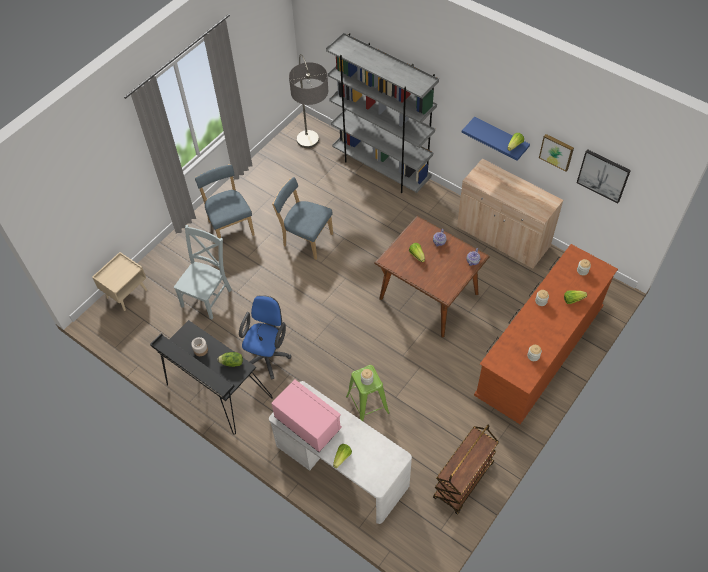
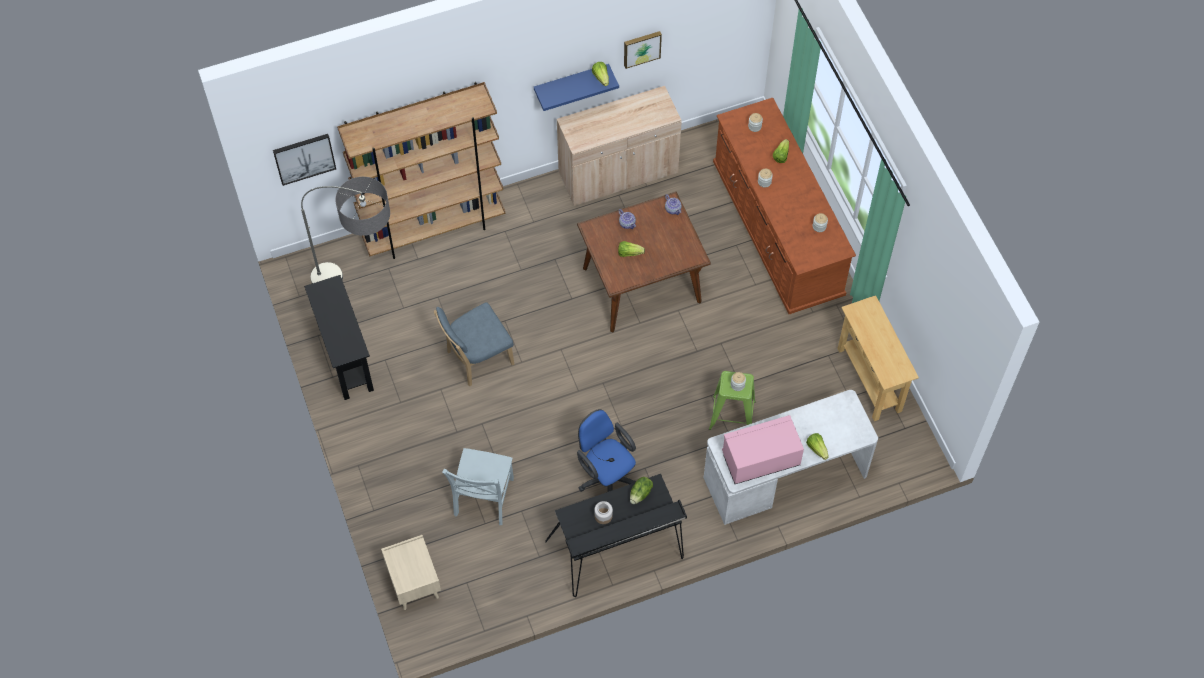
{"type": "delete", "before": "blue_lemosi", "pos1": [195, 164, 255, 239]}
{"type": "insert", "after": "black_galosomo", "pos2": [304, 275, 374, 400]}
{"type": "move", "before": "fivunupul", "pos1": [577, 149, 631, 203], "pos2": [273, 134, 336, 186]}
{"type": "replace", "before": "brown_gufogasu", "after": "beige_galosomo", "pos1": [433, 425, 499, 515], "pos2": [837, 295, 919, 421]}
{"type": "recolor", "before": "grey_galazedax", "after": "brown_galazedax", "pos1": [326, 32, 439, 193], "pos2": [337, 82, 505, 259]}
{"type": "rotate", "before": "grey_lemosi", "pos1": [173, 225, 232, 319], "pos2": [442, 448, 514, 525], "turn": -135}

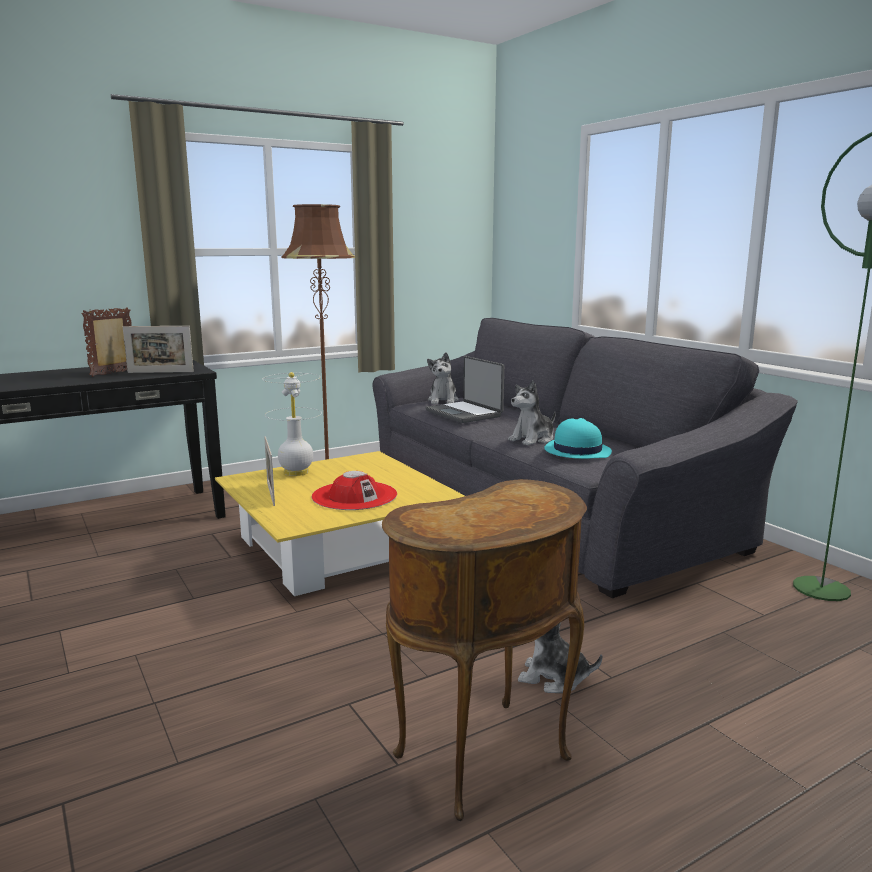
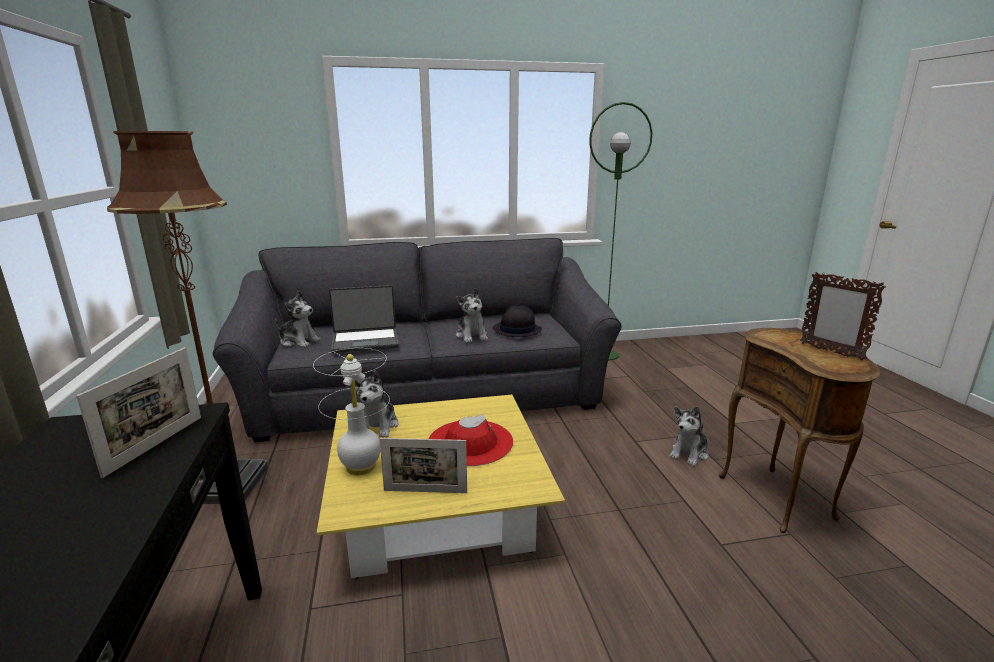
{"type": "insert", "after": "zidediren", "pos2": [355, 370, 398, 438]}
{"type": "move", "before": "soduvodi", "pos1": [81, 307, 132, 377], "pos2": [800, 272, 886, 361]}
{"type": "recolor", "before": "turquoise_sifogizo", "after": "black_sifogizo", "pos1": [544, 418, 612, 459], "pos2": [492, 305, 542, 337]}

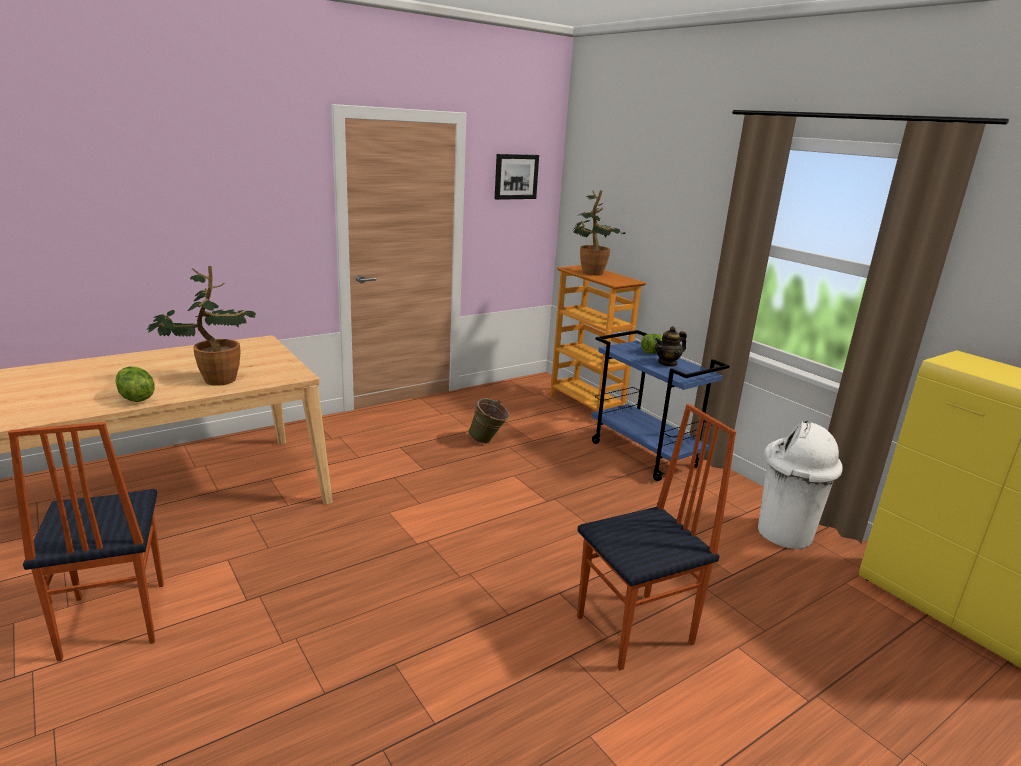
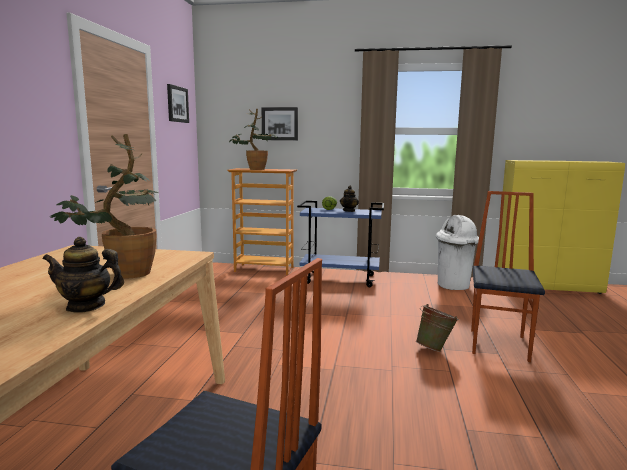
{"type": "insert", "after": "fivunupul", "pos2": [262, 107, 298, 140]}
{"type": "move", "before": "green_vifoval", "pos1": [468, 398, 509, 444], "pos2": [416, 304, 459, 352]}
{"type": "replace", "before": "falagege", "after": "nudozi", "pos1": [116, 366, 155, 402], "pos2": [42, 237, 124, 313]}

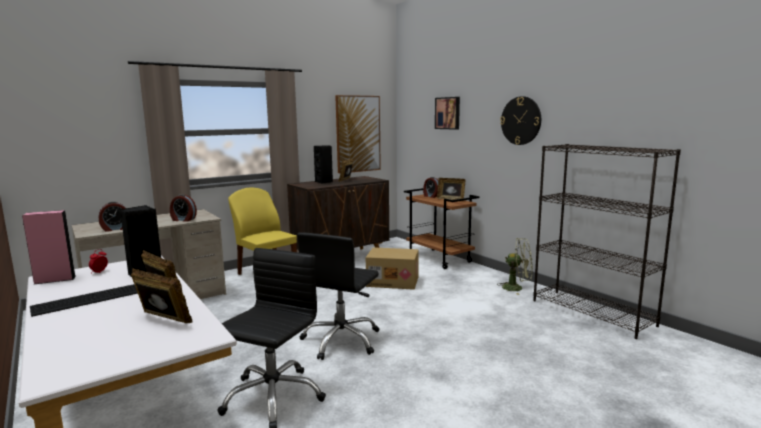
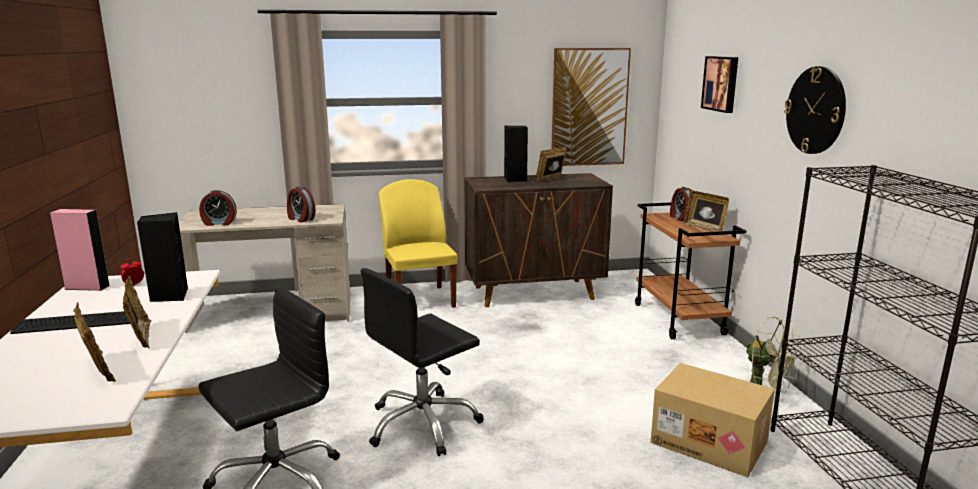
{"type": "move", "before": "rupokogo", "pos1": [366, 247, 419, 290], "pos2": [651, 363, 775, 477]}

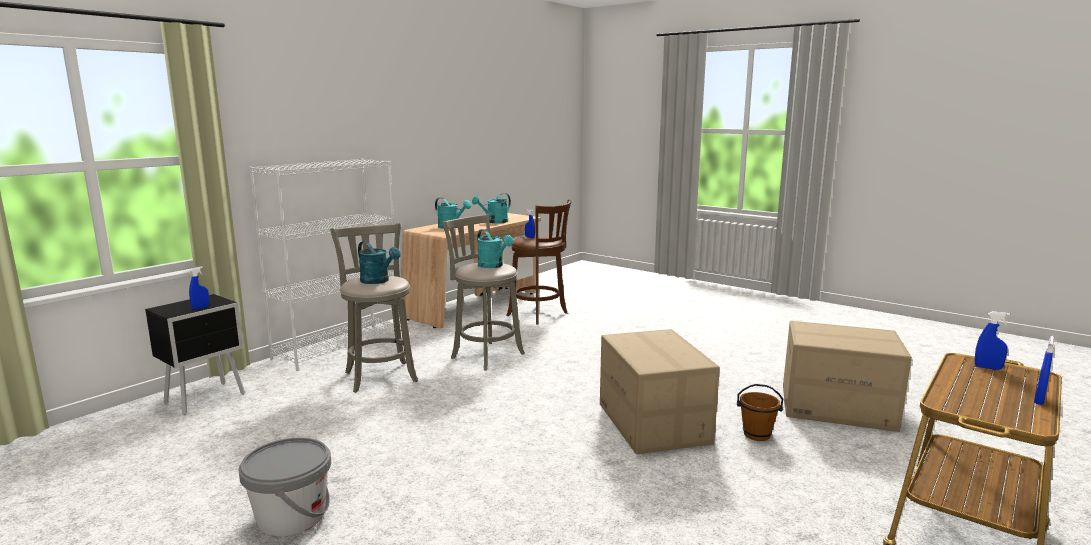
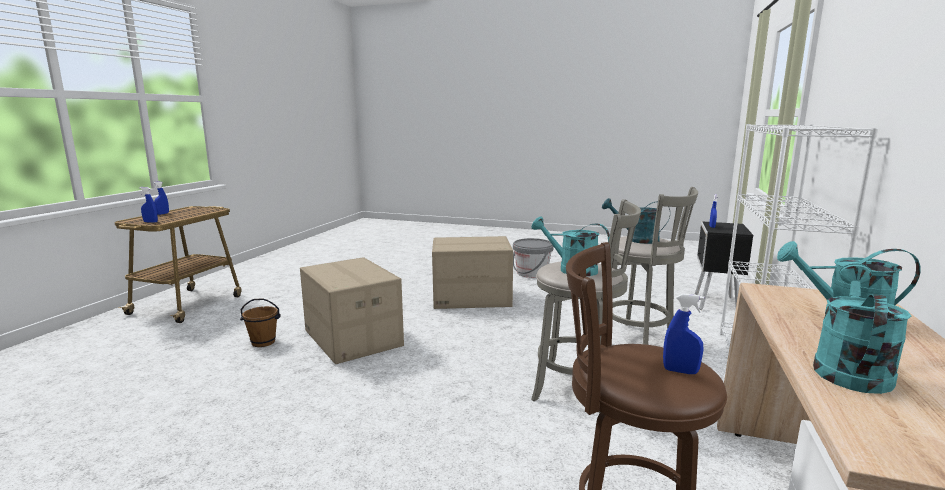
{"type": "move", "before": "rupokogo", "pos1": [783, 321, 912, 432], "pos2": [432, 236, 513, 309]}

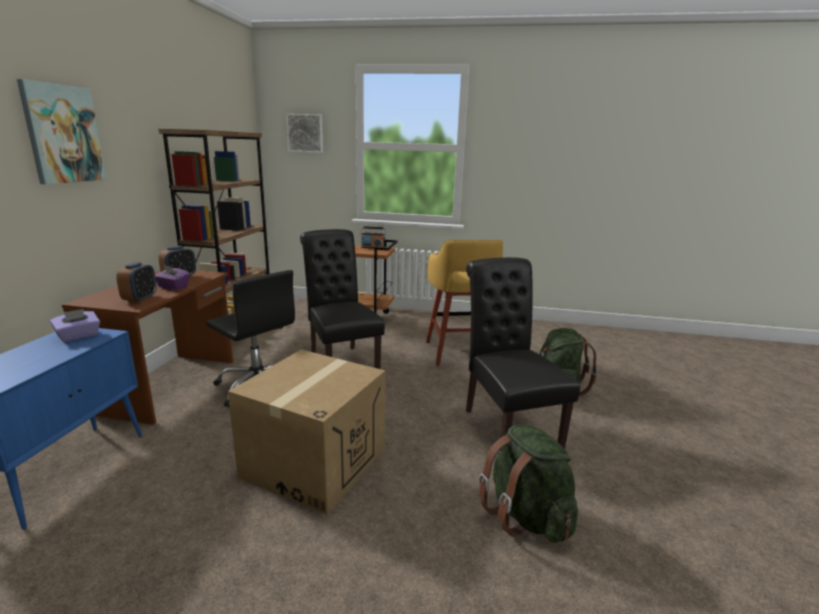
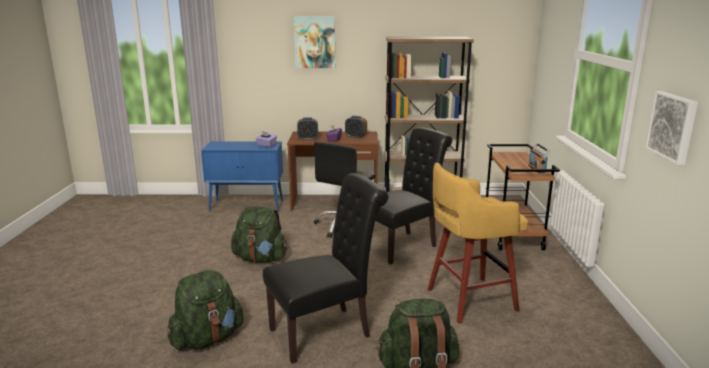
{"type": "move", "before": "fivunupul", "pos1": [286, 114, 323, 153], "pos2": [645, 91, 698, 165]}
{"type": "replace", "before": "rupokogo", "after": "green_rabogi", "pos1": [228, 349, 385, 515], "pos2": [231, 206, 287, 263]}

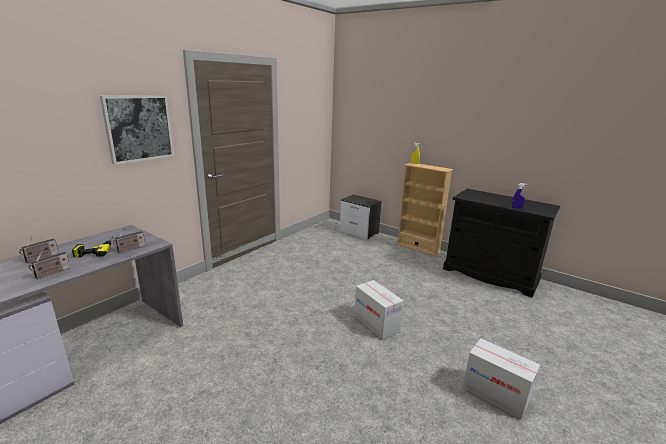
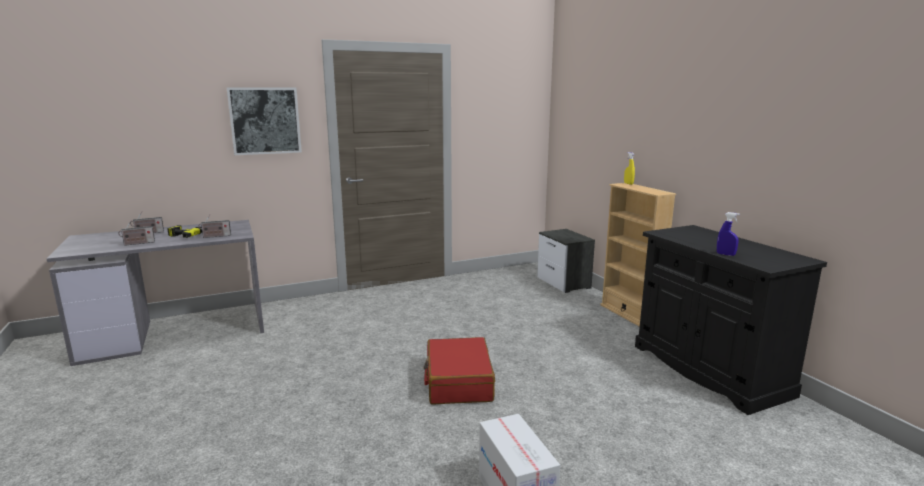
{"type": "replace", "before": "rupokogo", "after": "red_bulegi", "pos1": [354, 280, 404, 339], "pos2": [424, 337, 495, 404]}

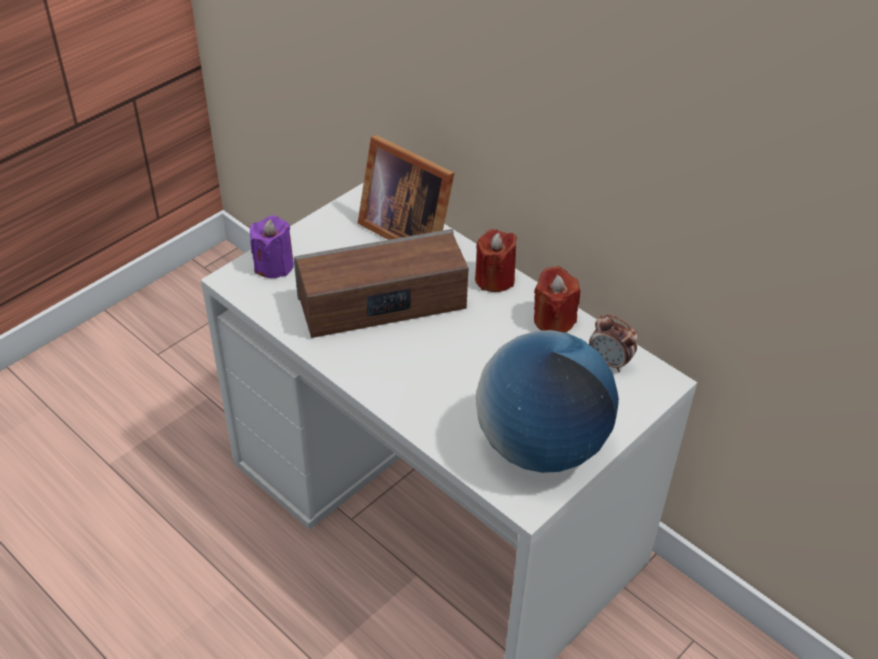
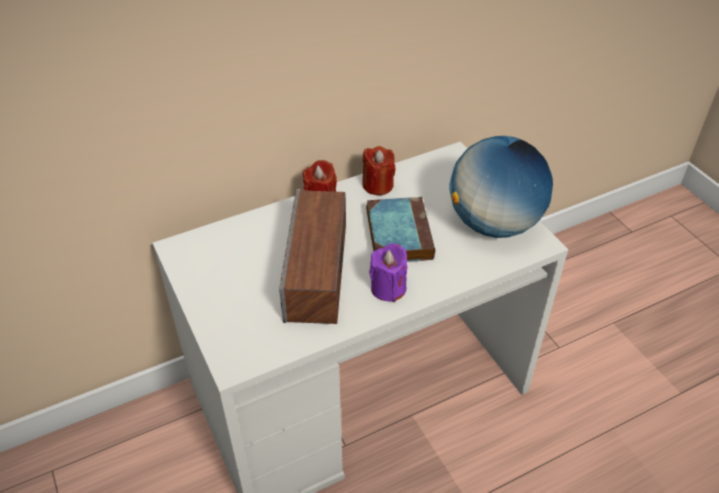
{"type": "delete", "before": "soduvodi", "pos1": [358, 135, 455, 240]}
{"type": "delete", "before": "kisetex", "pos1": [589, 314, 638, 372]}
{"type": "insert", "after": "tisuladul", "pos2": [366, 197, 435, 262]}
{"type": "move", "before": "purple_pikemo", "pos1": [250, 215, 294, 278], "pos2": [369, 243, 408, 302]}

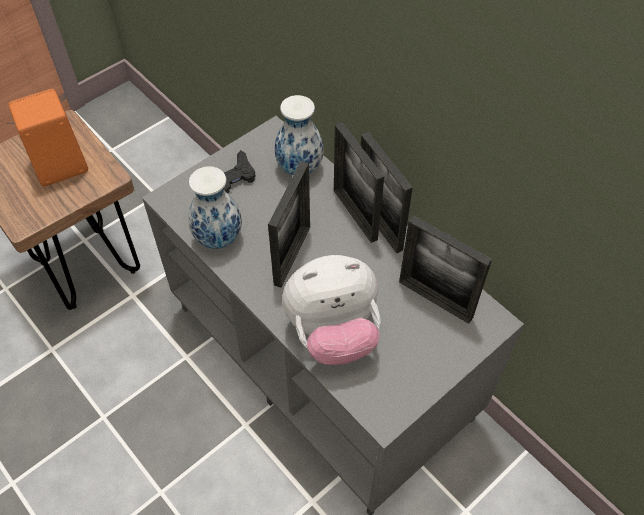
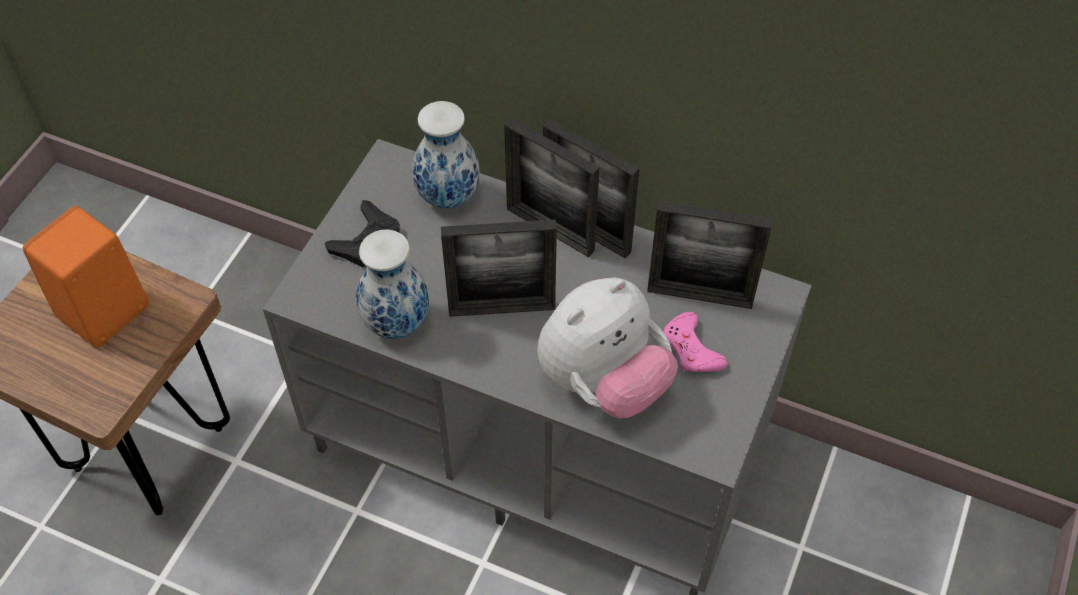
{"type": "insert", "after": "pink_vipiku", "pos2": [663, 312, 728, 372]}
{"type": "rotate", "before": "soduvodi", "pos1": [268, 161, 310, 287], "pos2": [441, 220, 557, 317], "turn": 90}

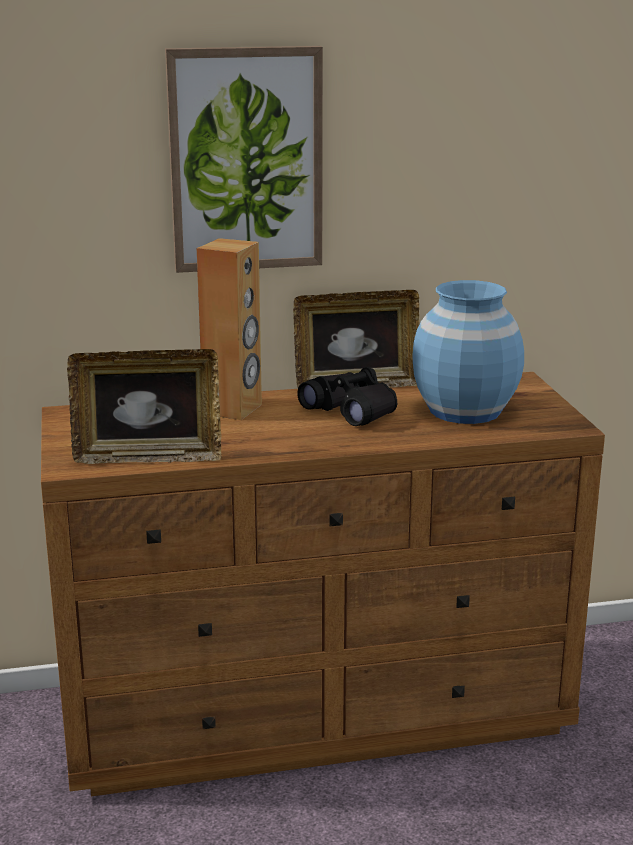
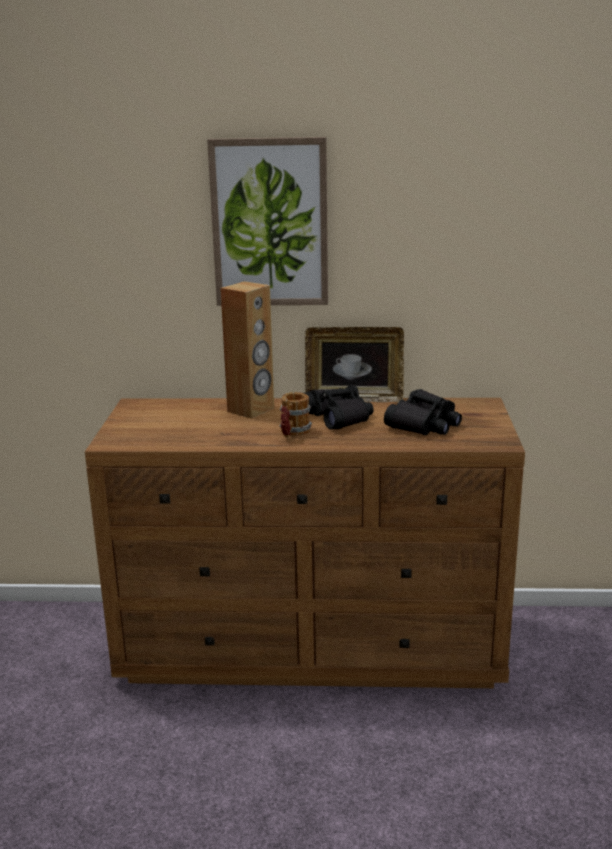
{"type": "delete", "before": "soduvodi", "pos1": [67, 349, 222, 464]}
{"type": "insert", "after": "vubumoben", "pos2": [280, 392, 312, 438]}
{"type": "replace", "before": "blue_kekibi", "after": "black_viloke", "pos1": [413, 280, 524, 424], "pos2": [384, 389, 462, 435]}

